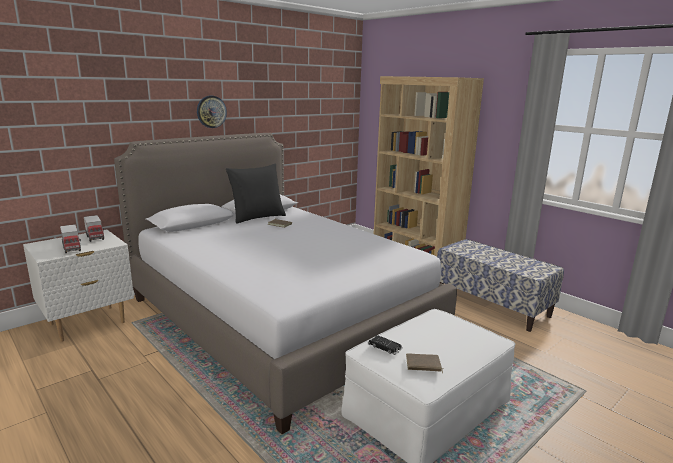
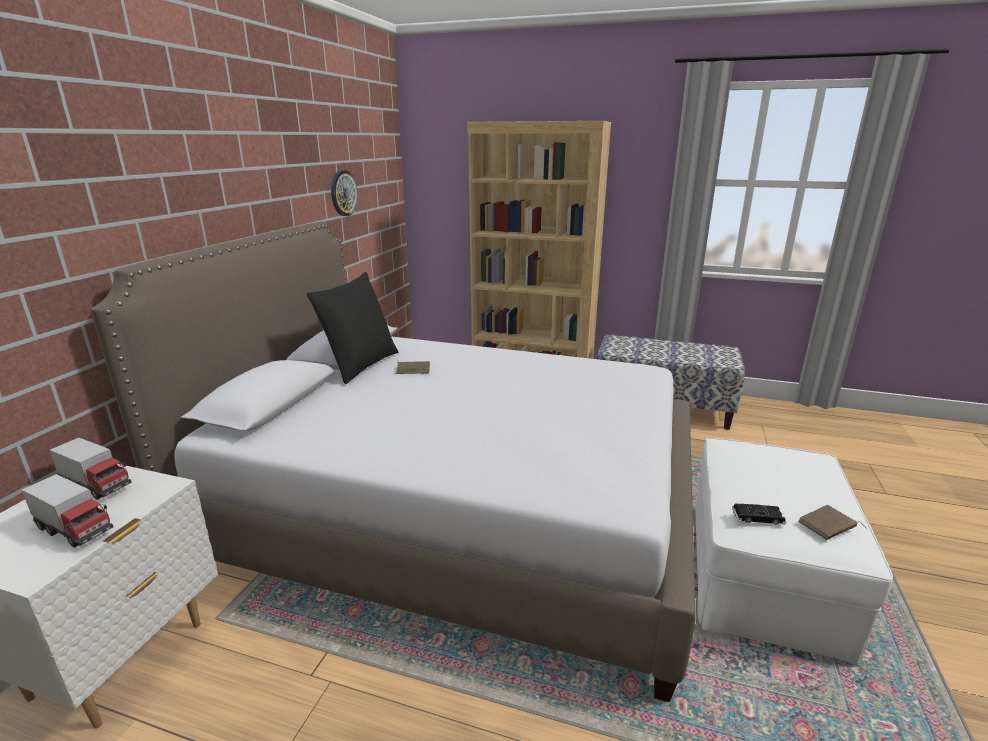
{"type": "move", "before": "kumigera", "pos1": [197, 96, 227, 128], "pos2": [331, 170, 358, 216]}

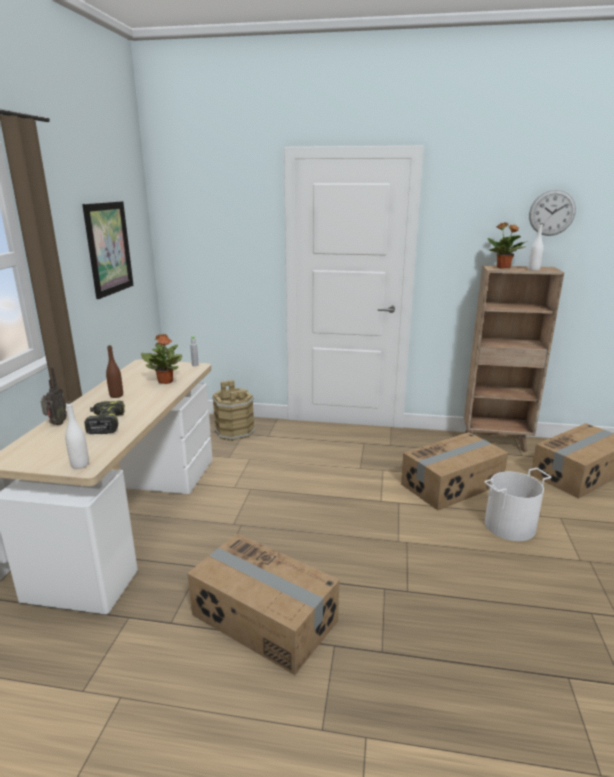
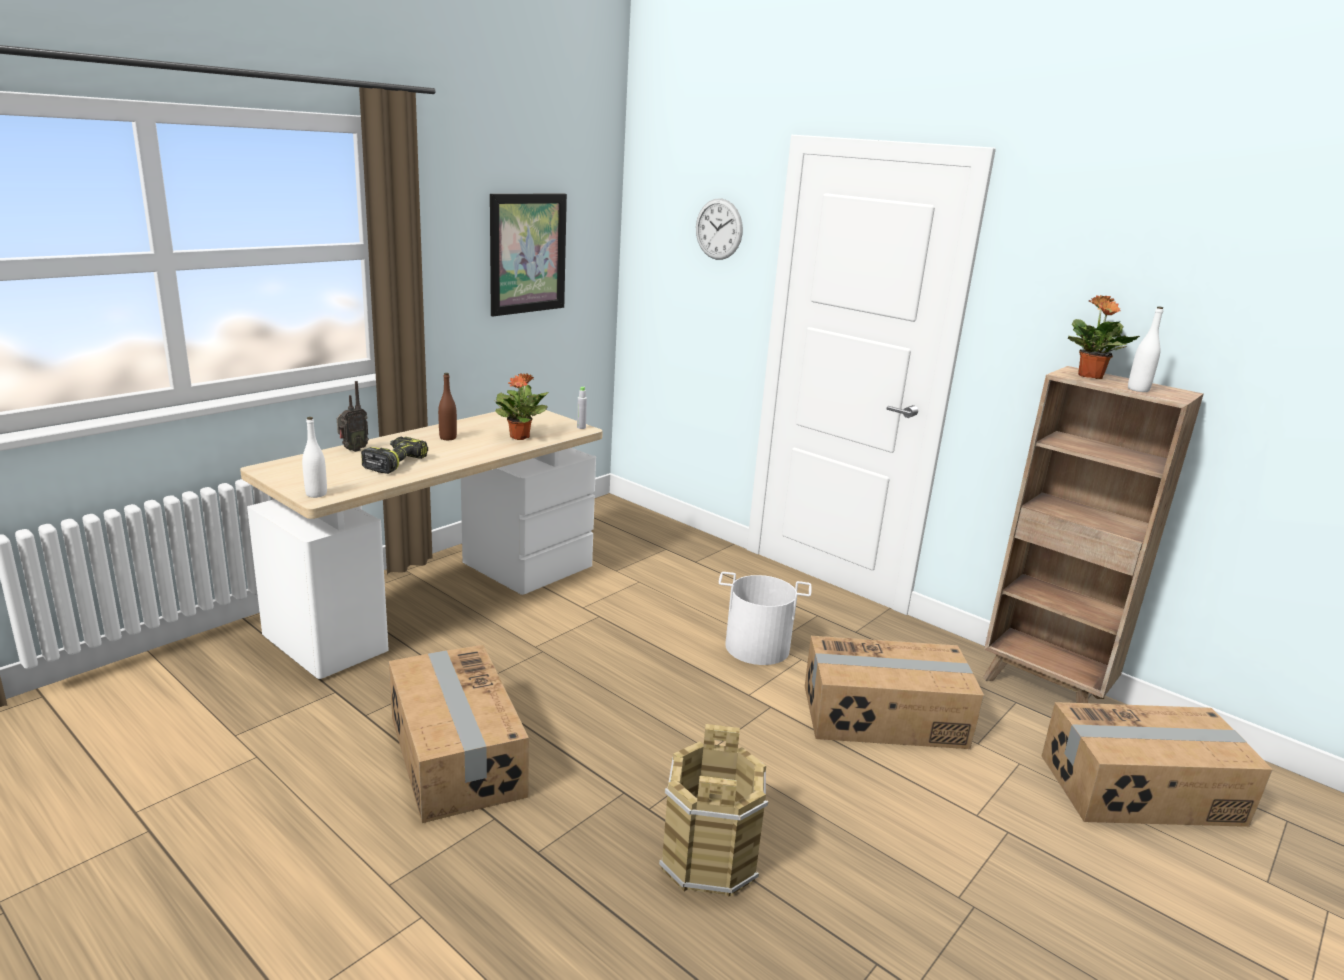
{"type": "move", "before": "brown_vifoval", "pos1": [212, 380, 255, 441], "pos2": [659, 724, 769, 897]}
{"type": "move", "before": "white_vifoval", "pos1": [484, 468, 551, 541], "pos2": [719, 572, 812, 665]}
{"type": "move", "before": "kumigera", "pos1": [529, 190, 576, 236], "pos2": [696, 198, 743, 260]}

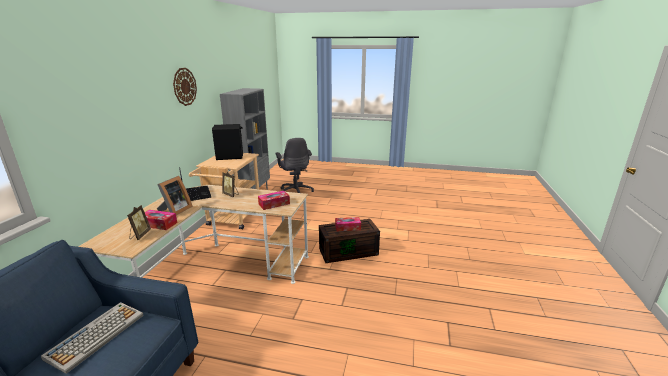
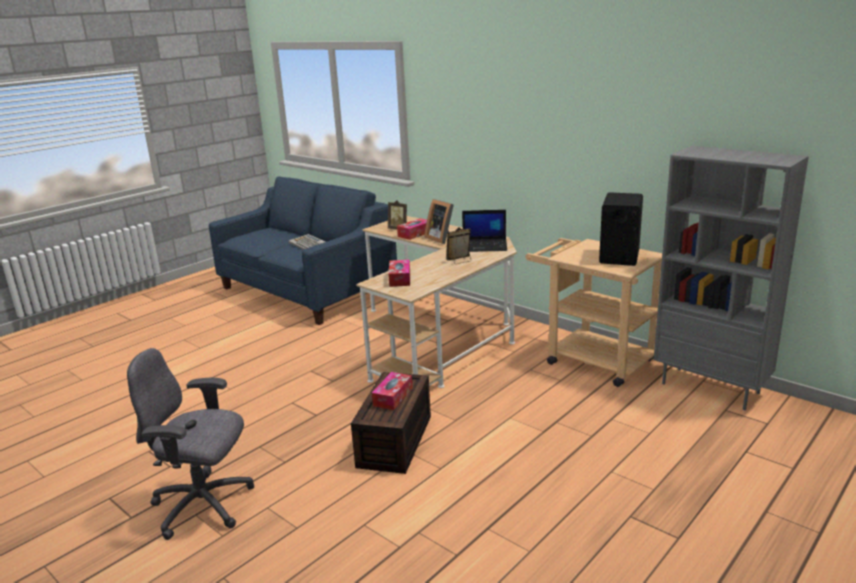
{"type": "delete", "before": "kumigera", "pos1": [173, 68, 197, 106]}
{"type": "move", "before": "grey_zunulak", "pos1": [275, 138, 314, 193], "pos2": [127, 348, 254, 540]}

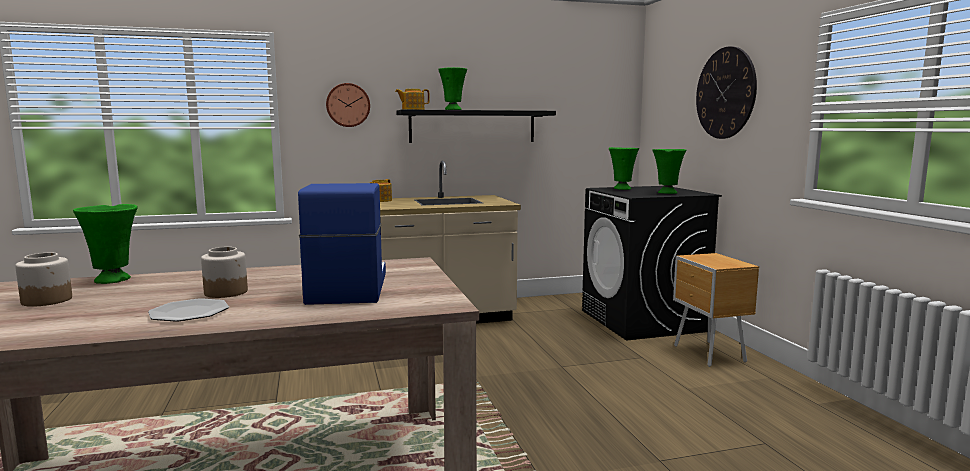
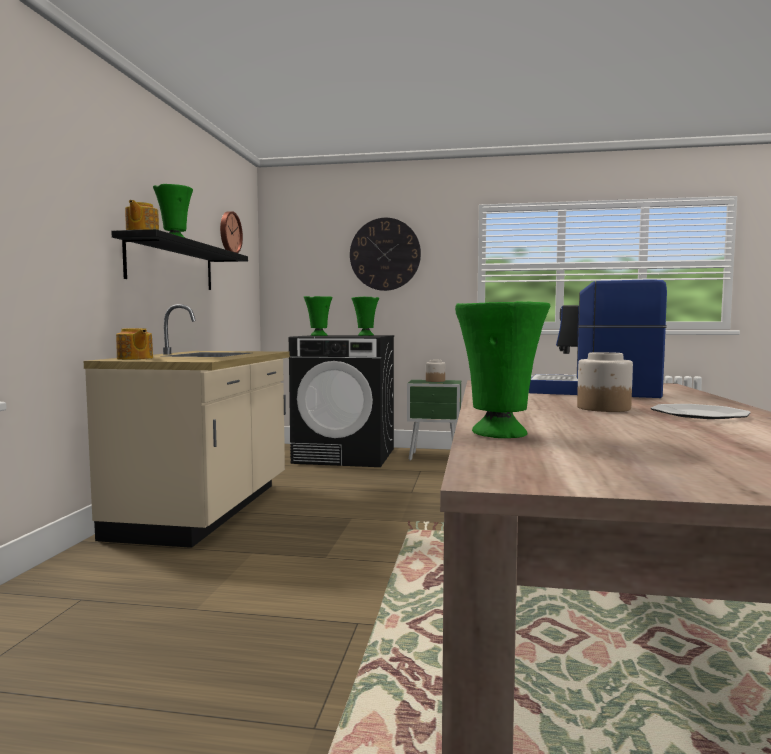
{"type": "move", "before": "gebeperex", "pos1": [15, 253, 72, 307], "pos2": [426, 360, 445, 382]}
{"type": "move", "before": "kumigera", "pos1": [326, 83, 370, 127], "pos2": [220, 211, 243, 253]}
{"type": "recolor", "before": "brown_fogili", "after": "green_fogili", "pos1": [673, 253, 759, 367], "pos2": [407, 380, 461, 460]}

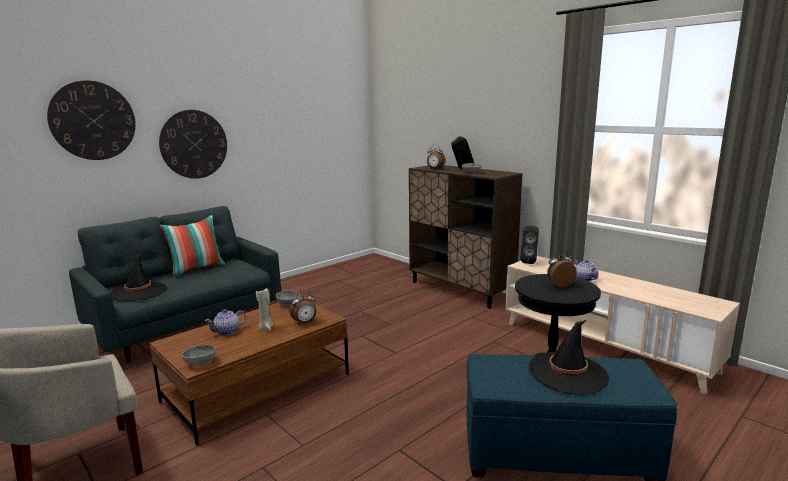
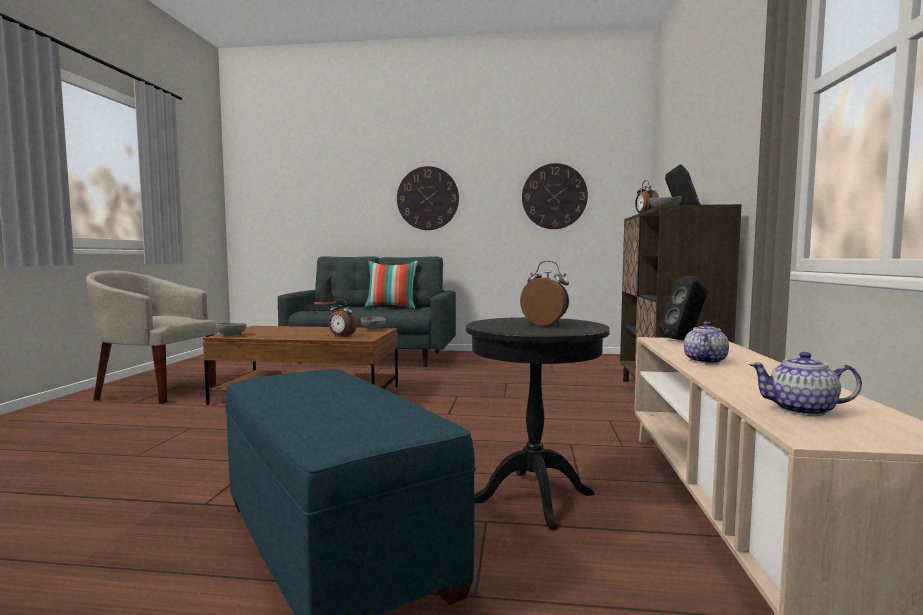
{"type": "delete", "before": "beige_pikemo", "pos1": [256, 288, 273, 331]}
{"type": "delete", "before": "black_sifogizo", "pos1": [529, 320, 609, 395]}
{"type": "move", "before": "kumigera", "pos1": [47, 80, 136, 160], "pos2": [522, 163, 588, 229]}
{"type": "move", "before": "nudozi", "pos1": [205, 309, 246, 335], "pos2": [749, 352, 862, 416]}

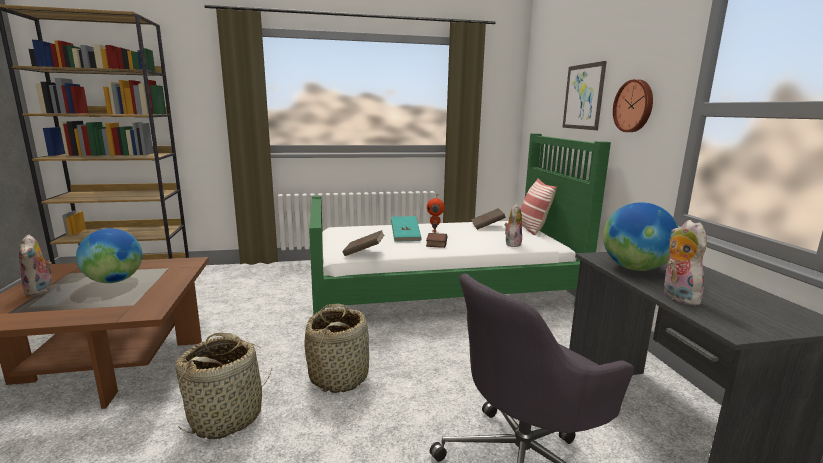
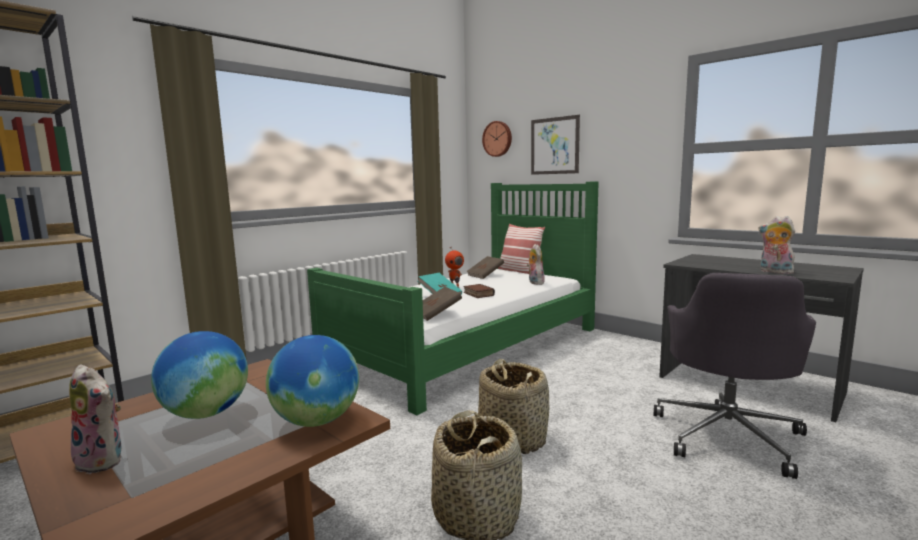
{"type": "move", "before": "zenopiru", "pos1": [603, 202, 678, 271], "pos2": [266, 335, 359, 427]}
{"type": "move", "before": "kumigera", "pos1": [613, 79, 653, 132], "pos2": [482, 121, 512, 157]}

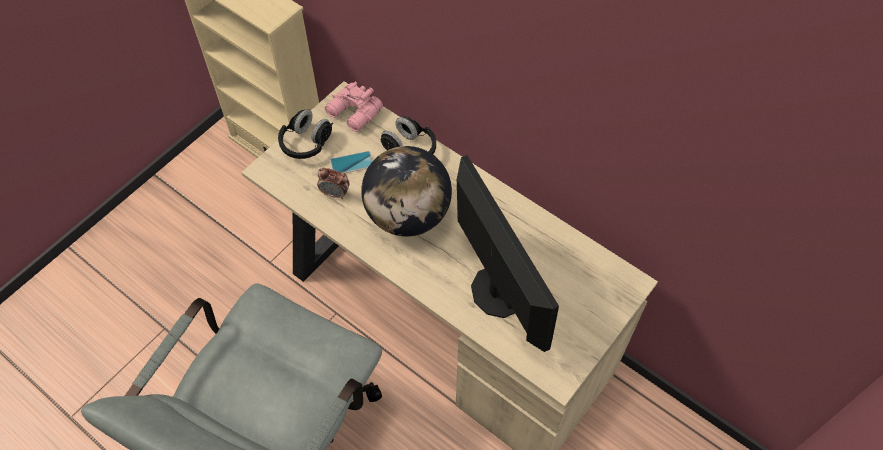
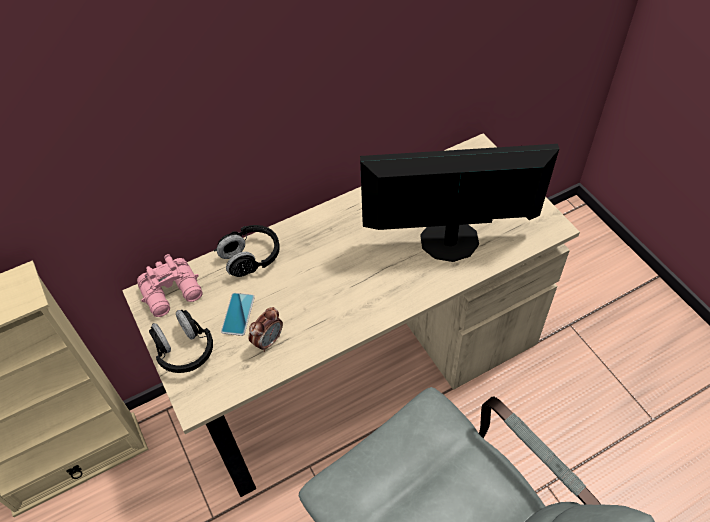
{"type": "delete", "before": "zenopiru", "pos1": [361, 146, 452, 236]}

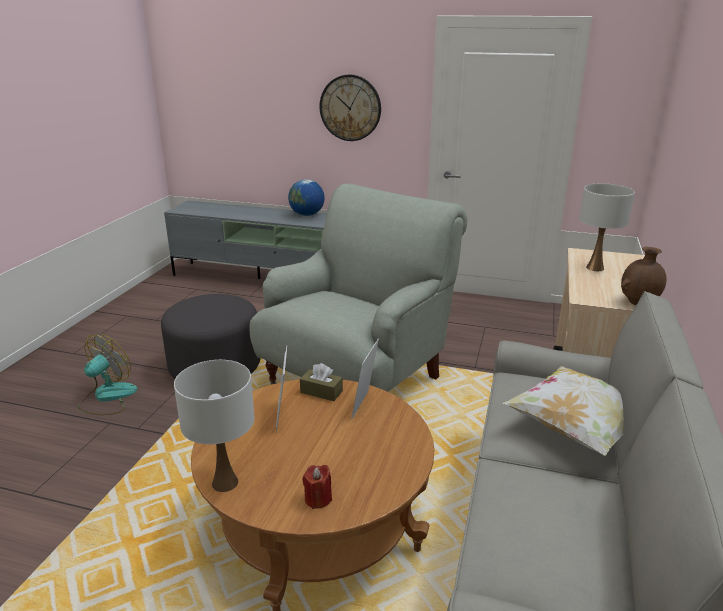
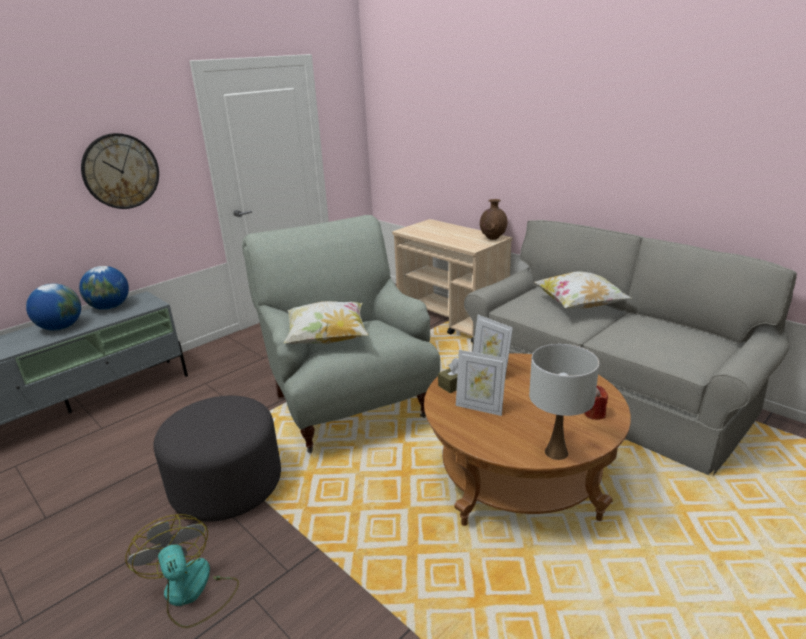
{"type": "delete", "before": "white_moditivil", "pos1": [579, 184, 635, 271]}
{"type": "insert", "after": "zenopiru", "pos2": [26, 283, 81, 331]}
{"type": "insert", "after": "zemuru", "pos2": [283, 301, 369, 344]}

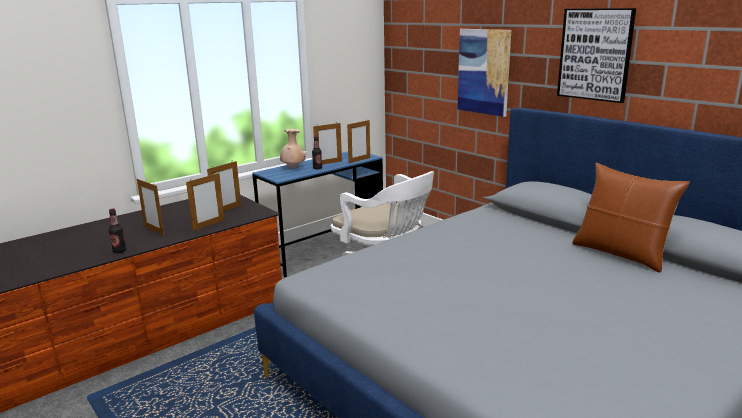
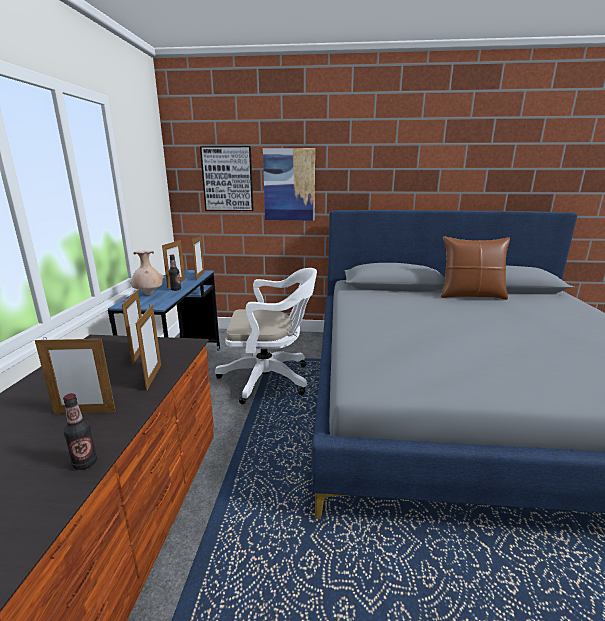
{"type": "move", "before": "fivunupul", "pos1": [557, 8, 636, 103], "pos2": [200, 146, 254, 211]}

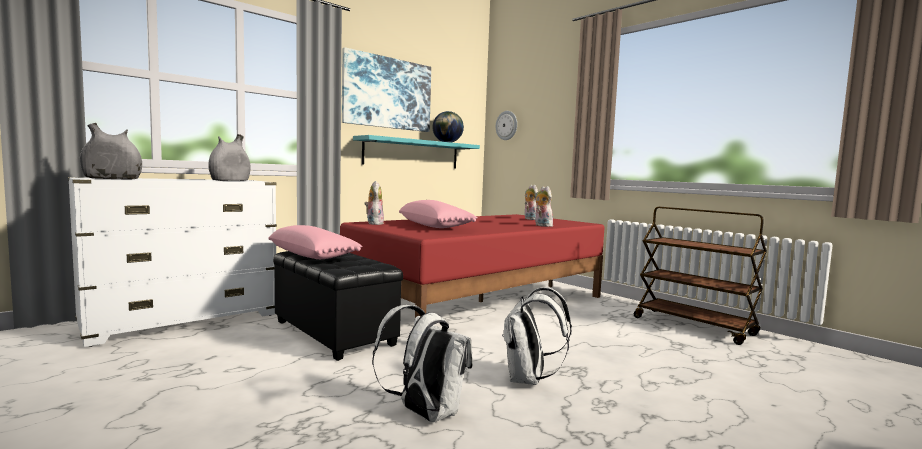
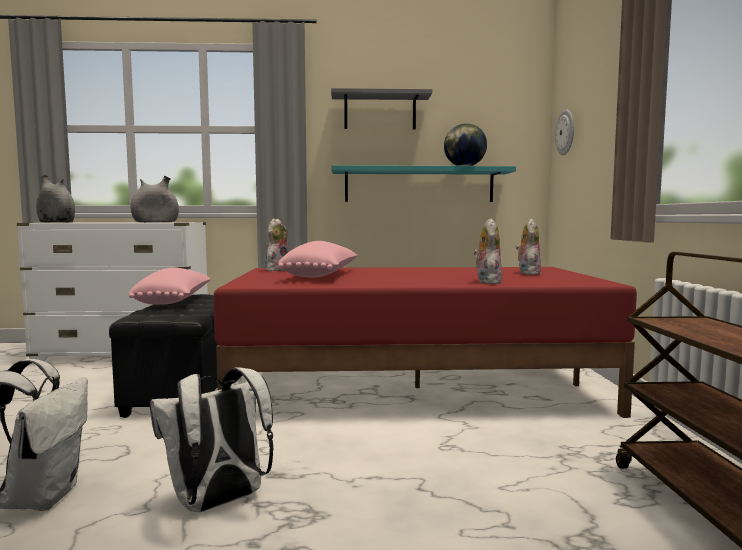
{"type": "replace", "before": "fivunupul", "after": "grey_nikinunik", "pos1": [342, 47, 431, 132], "pos2": [331, 88, 432, 129]}

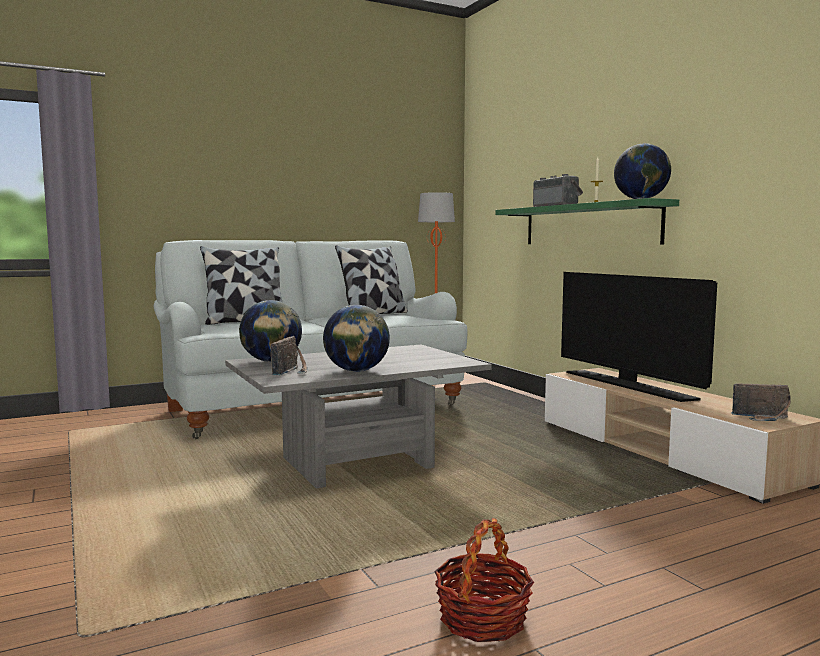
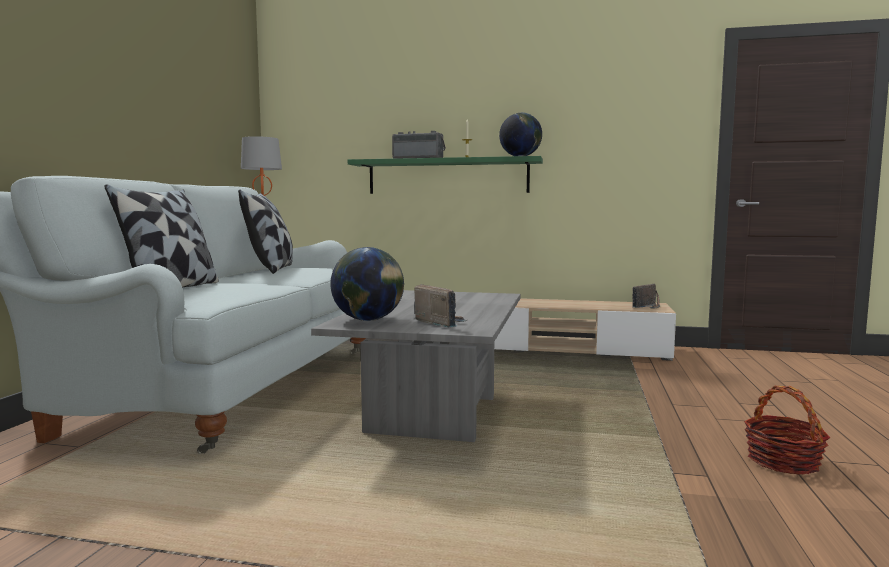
{"type": "delete", "before": "zenopiru", "pos1": [323, 305, 390, 372]}
{"type": "delete", "before": "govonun", "pos1": [561, 272, 717, 402]}

